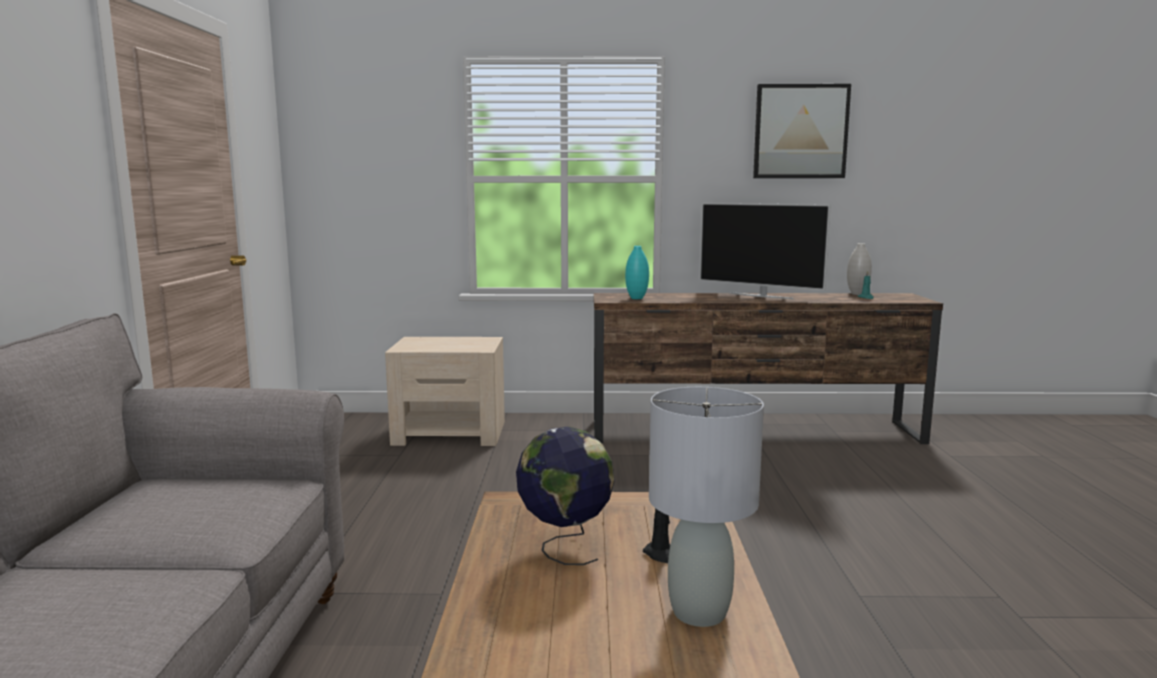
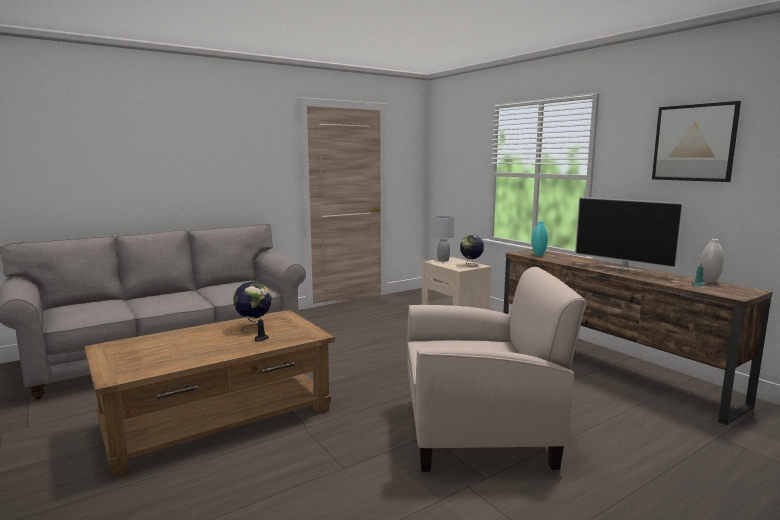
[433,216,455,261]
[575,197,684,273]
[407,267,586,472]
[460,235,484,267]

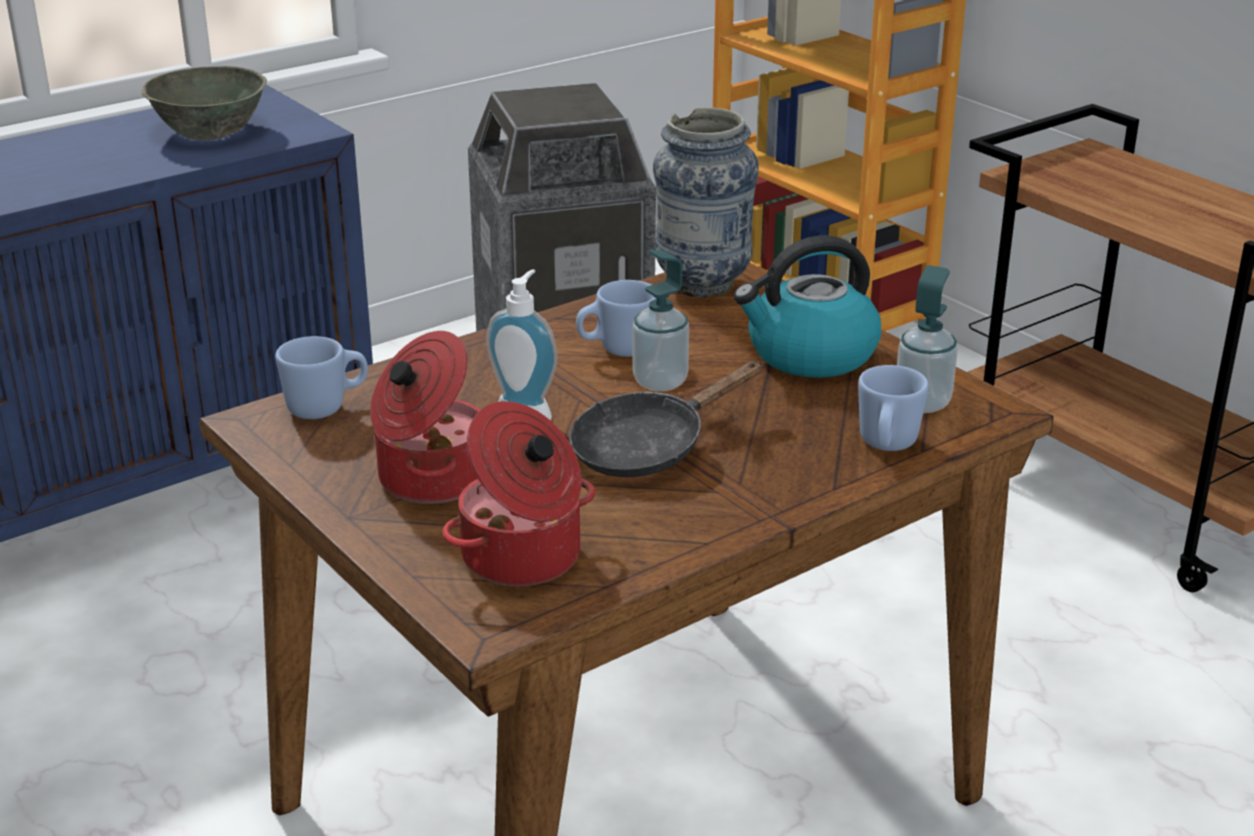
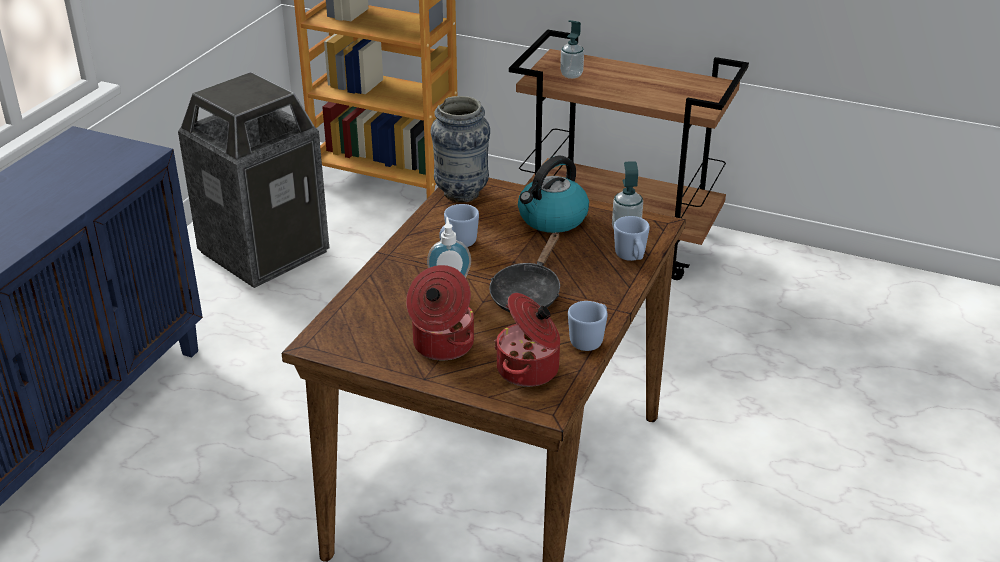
[142,66,267,140] (first image)
[568,301,608,351]
[560,20,584,79]

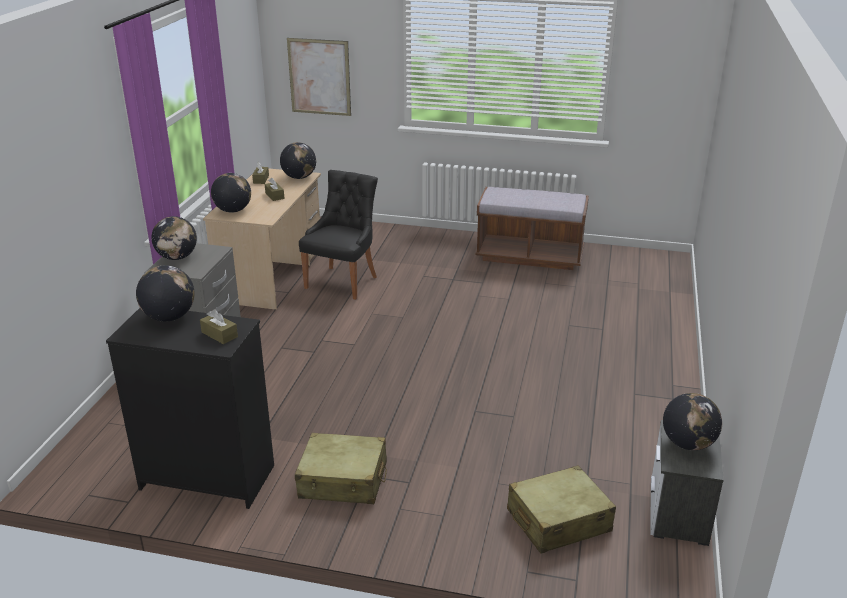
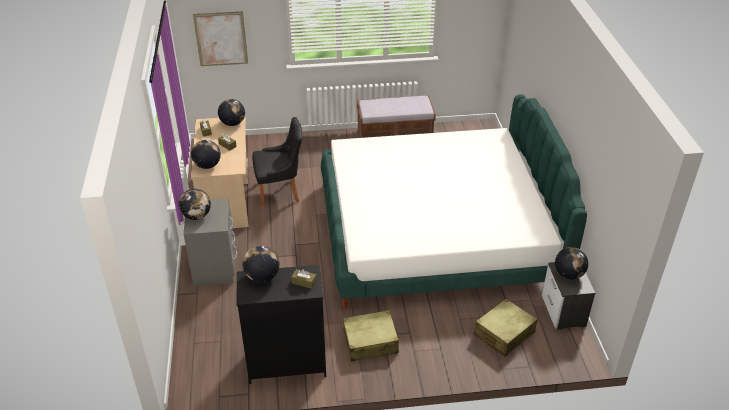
[252,117,302,208]
[321,94,587,309]

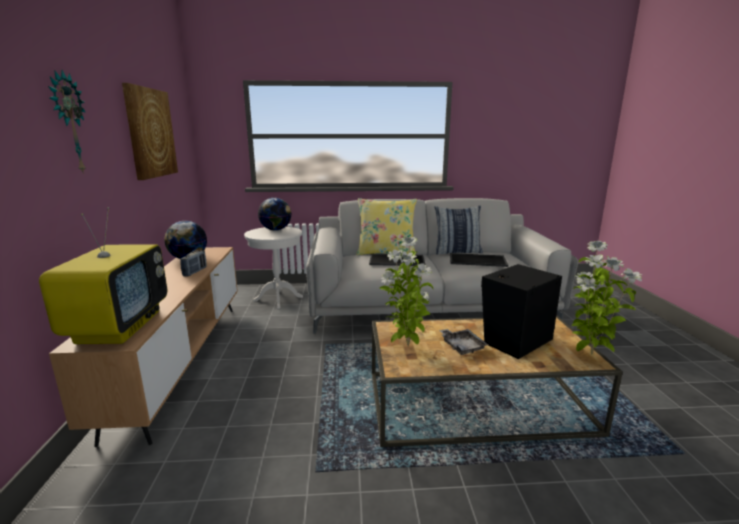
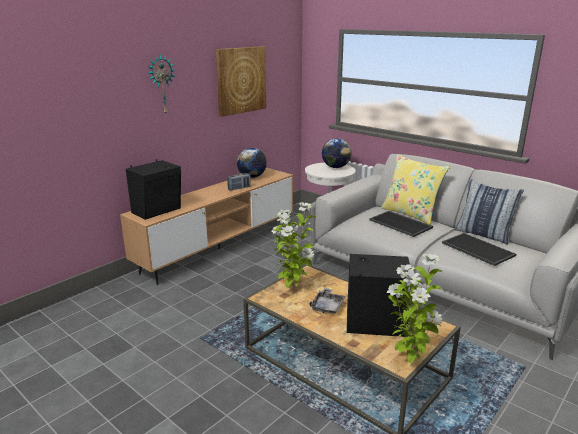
[126,159,181,220]

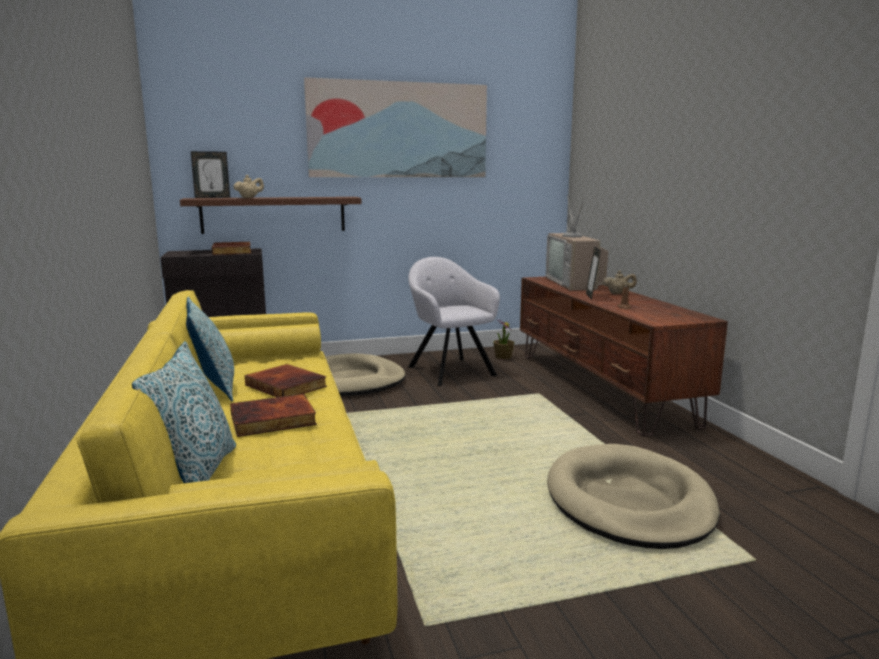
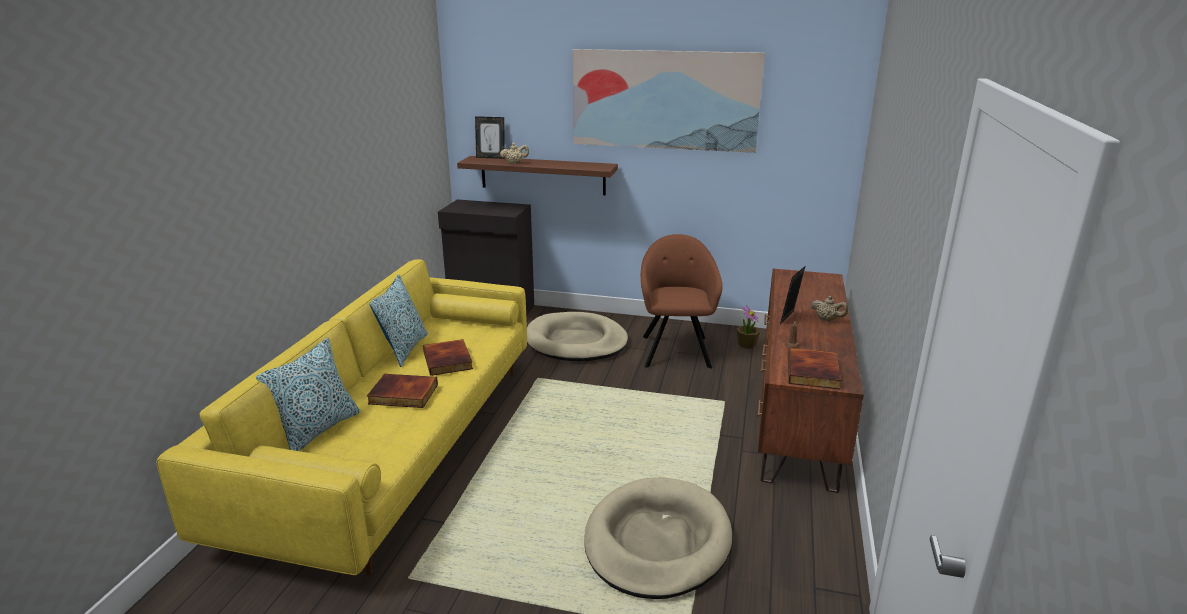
[788,348,841,389]
[641,234,723,369]
[546,195,608,291] (first image)

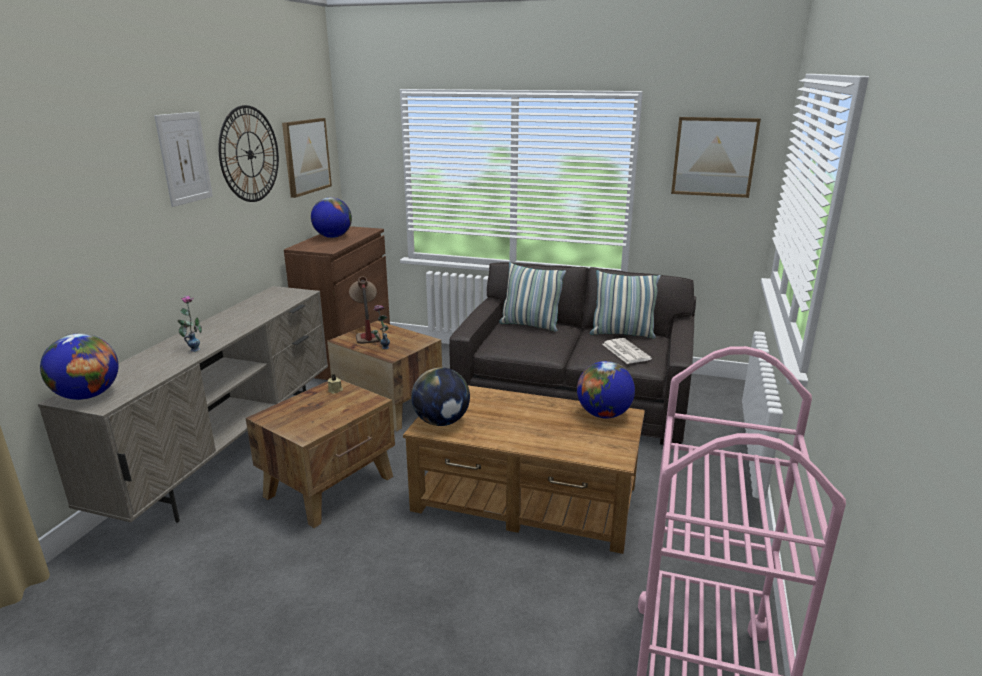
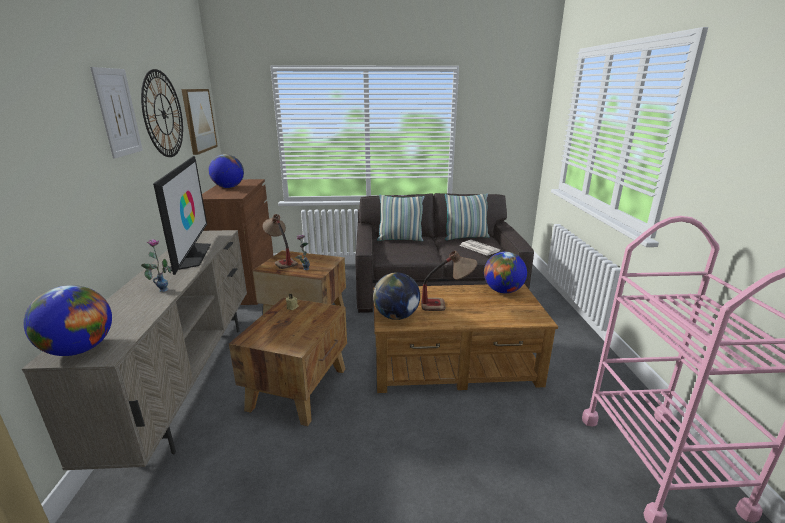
[671,117,761,198] (first image)
[153,156,211,275]
[421,251,477,311]

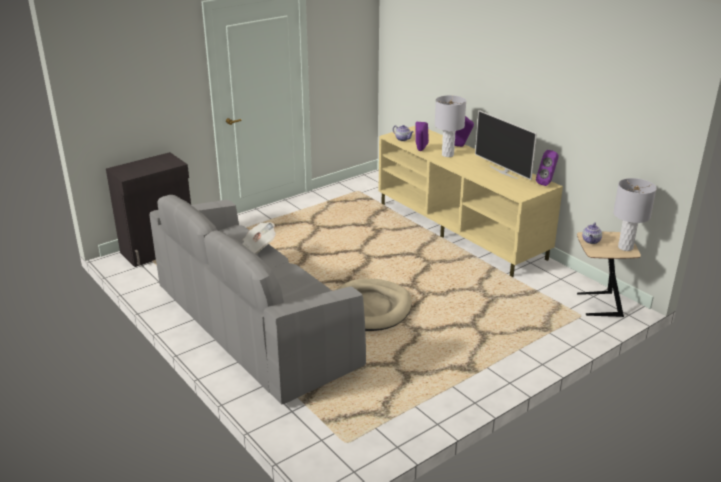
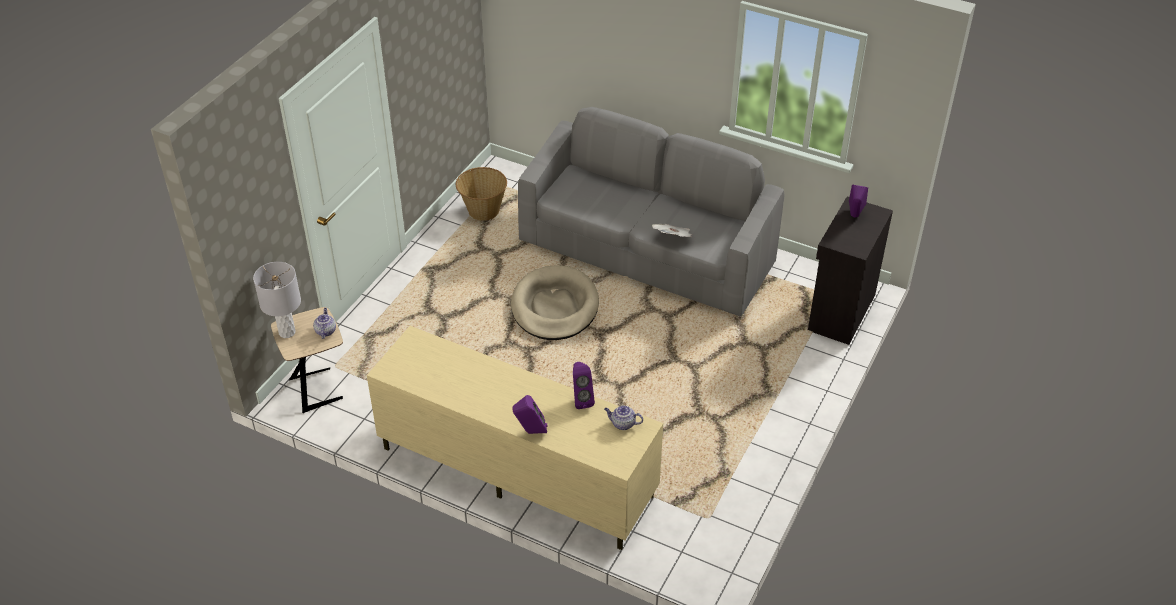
[435,95,466,157] (first image)
[475,110,537,180] (first image)
[849,185,868,218]
[456,167,507,221]

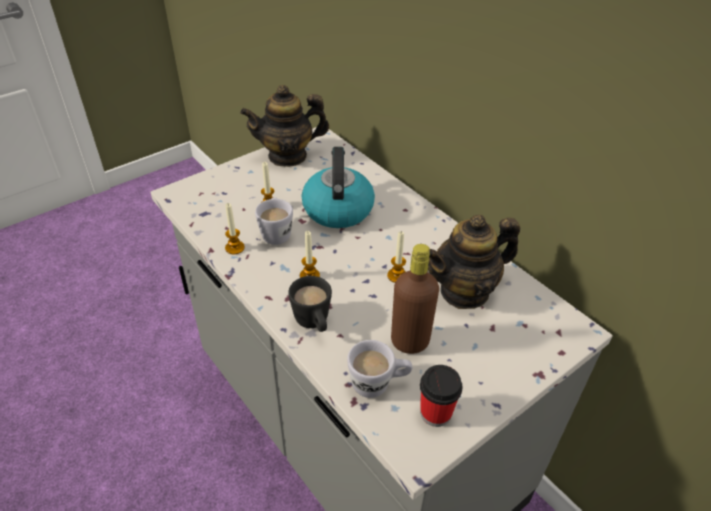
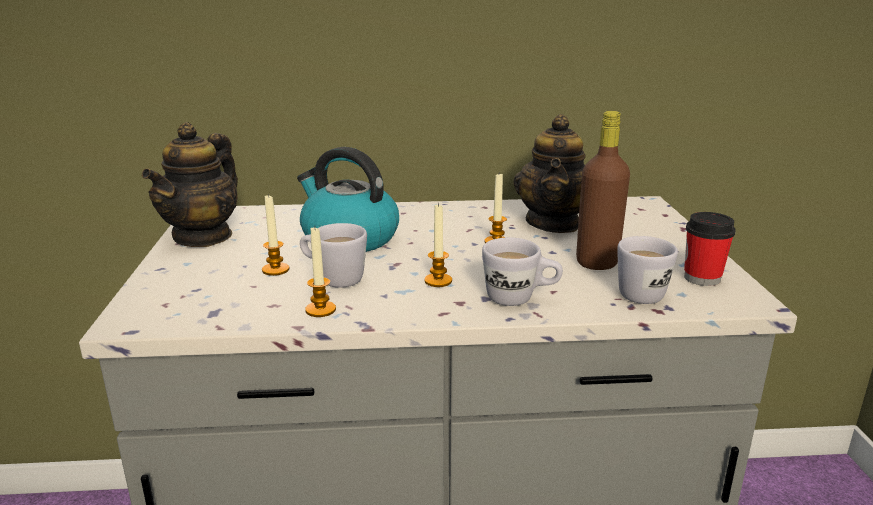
[482,237,563,306]

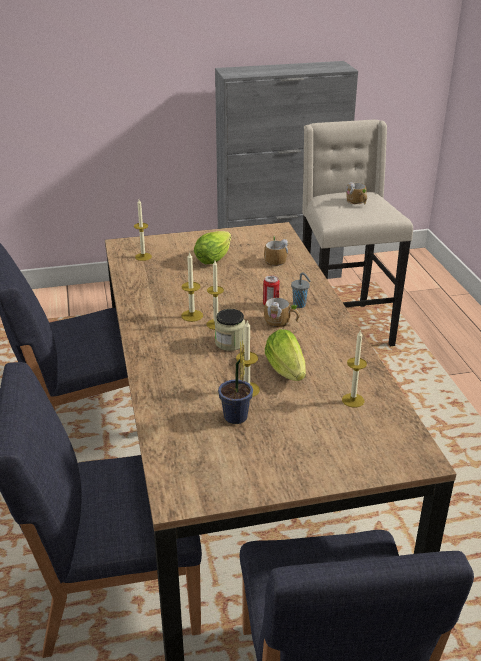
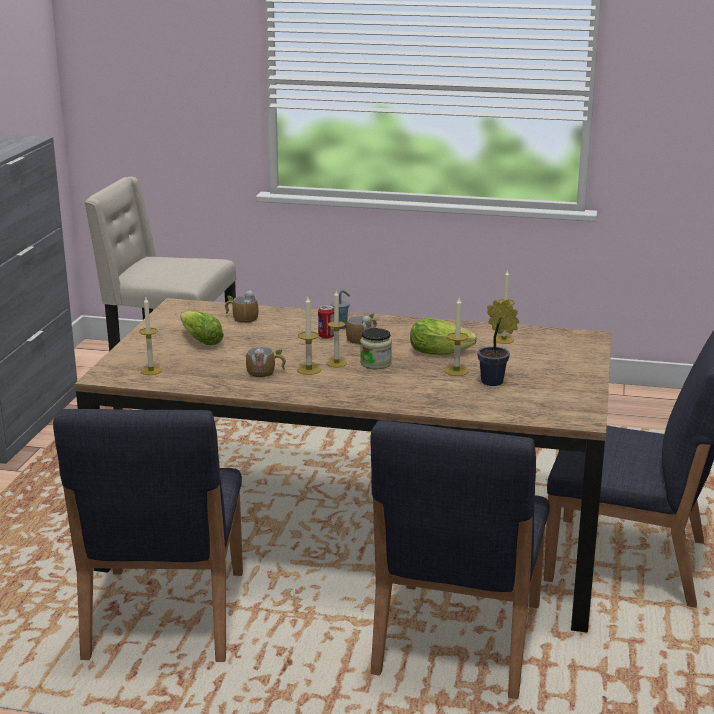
[246,347,286,378]

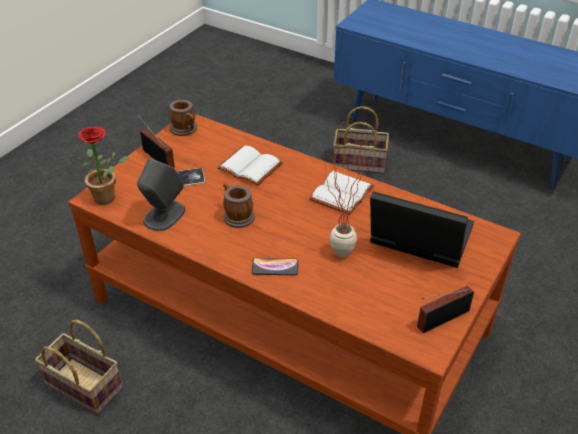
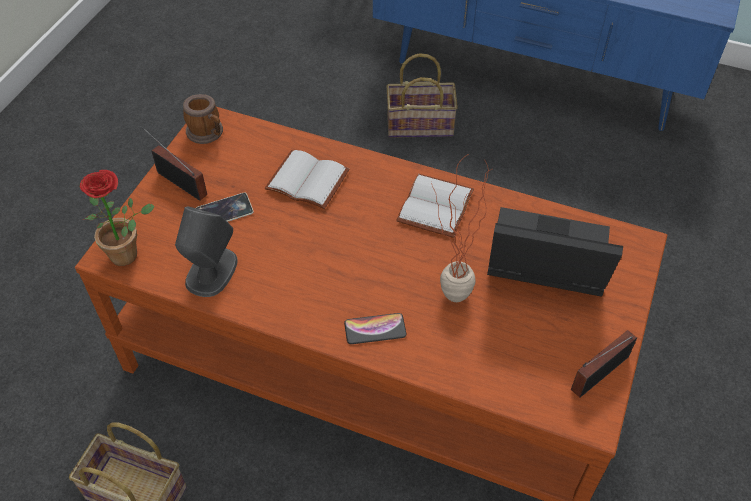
[223,183,255,228] (first image)

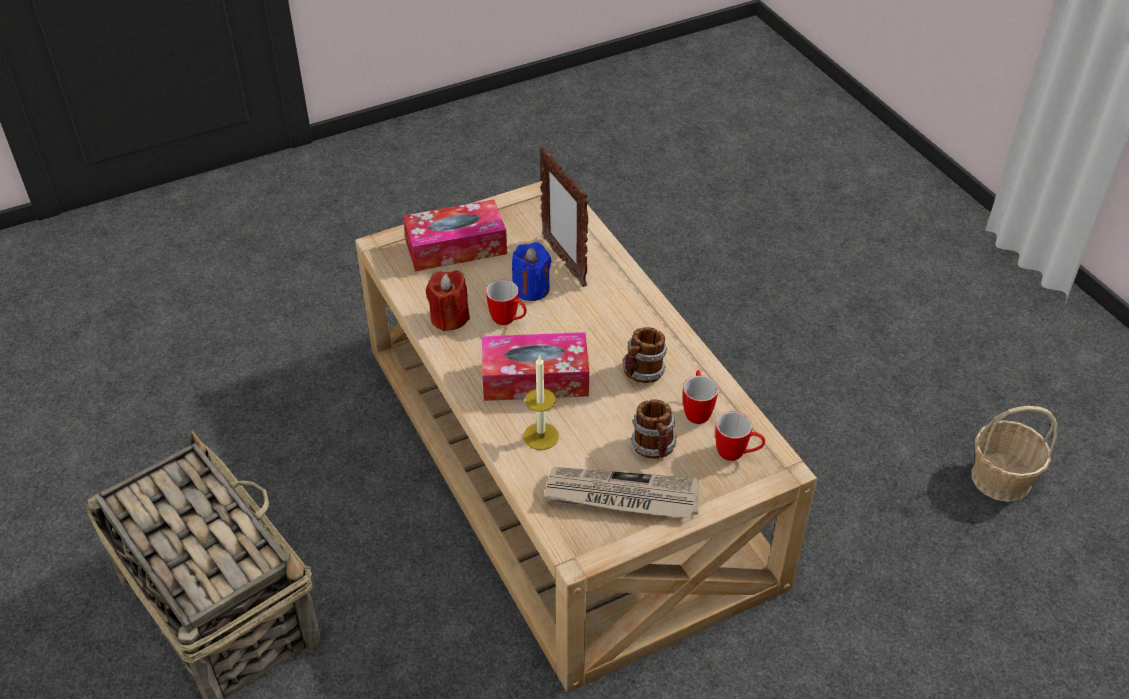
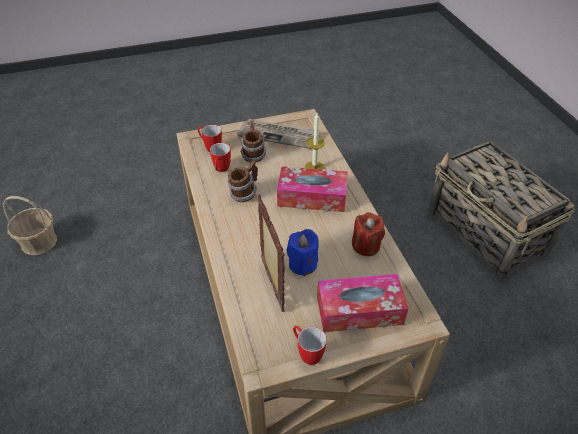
[293,326,327,365]

